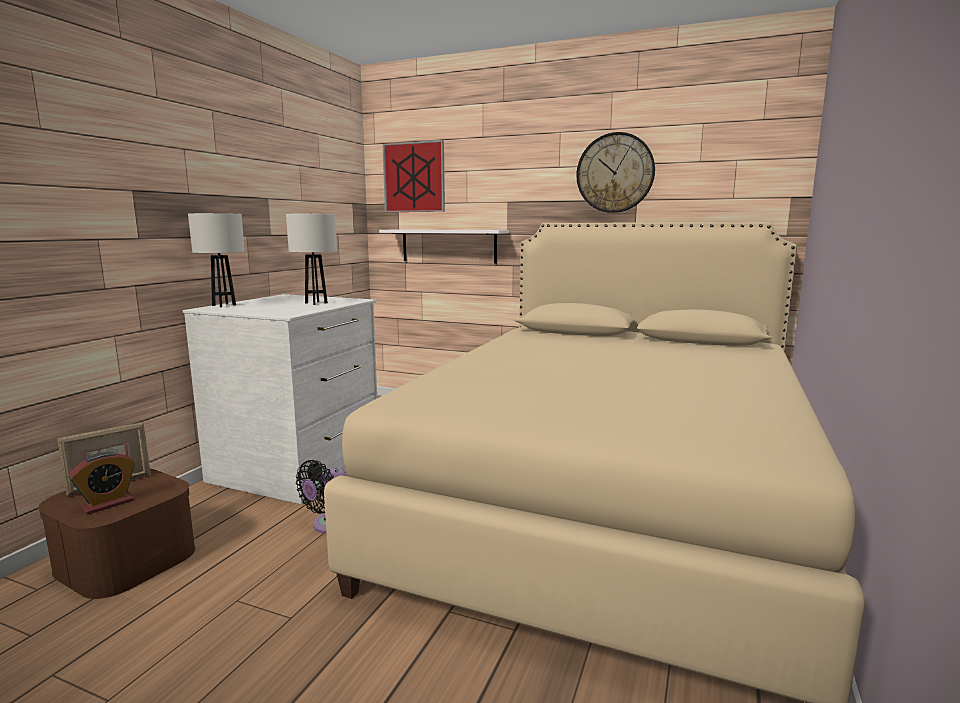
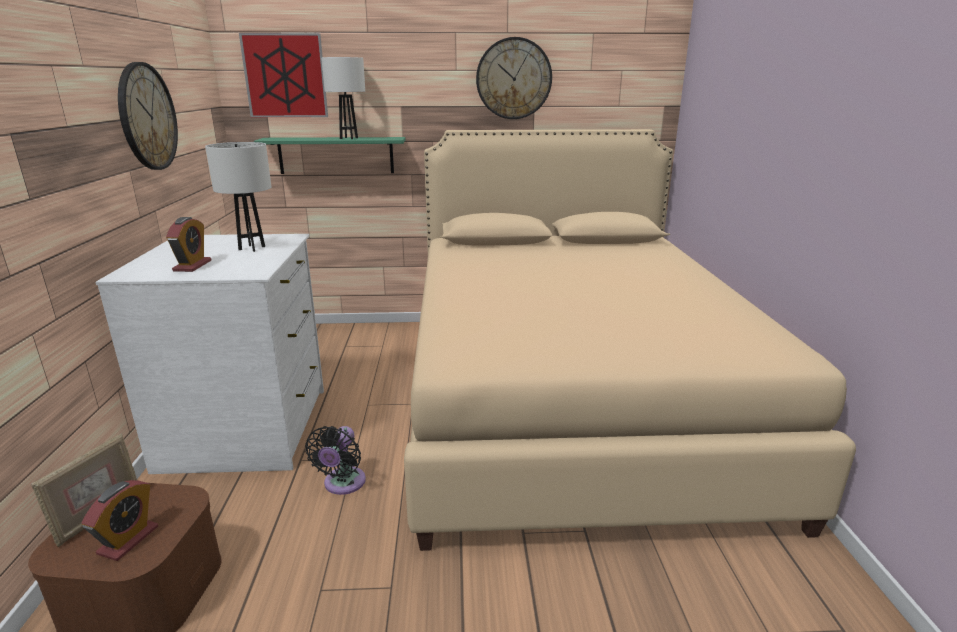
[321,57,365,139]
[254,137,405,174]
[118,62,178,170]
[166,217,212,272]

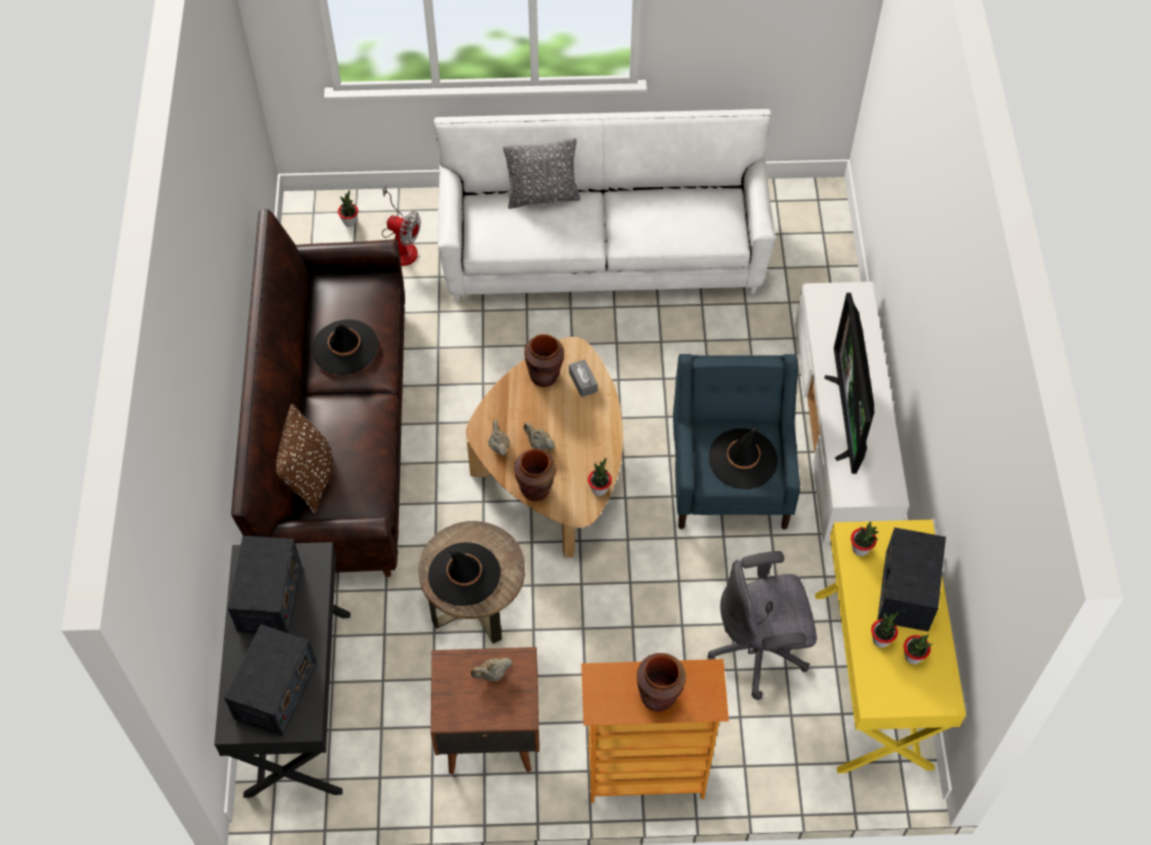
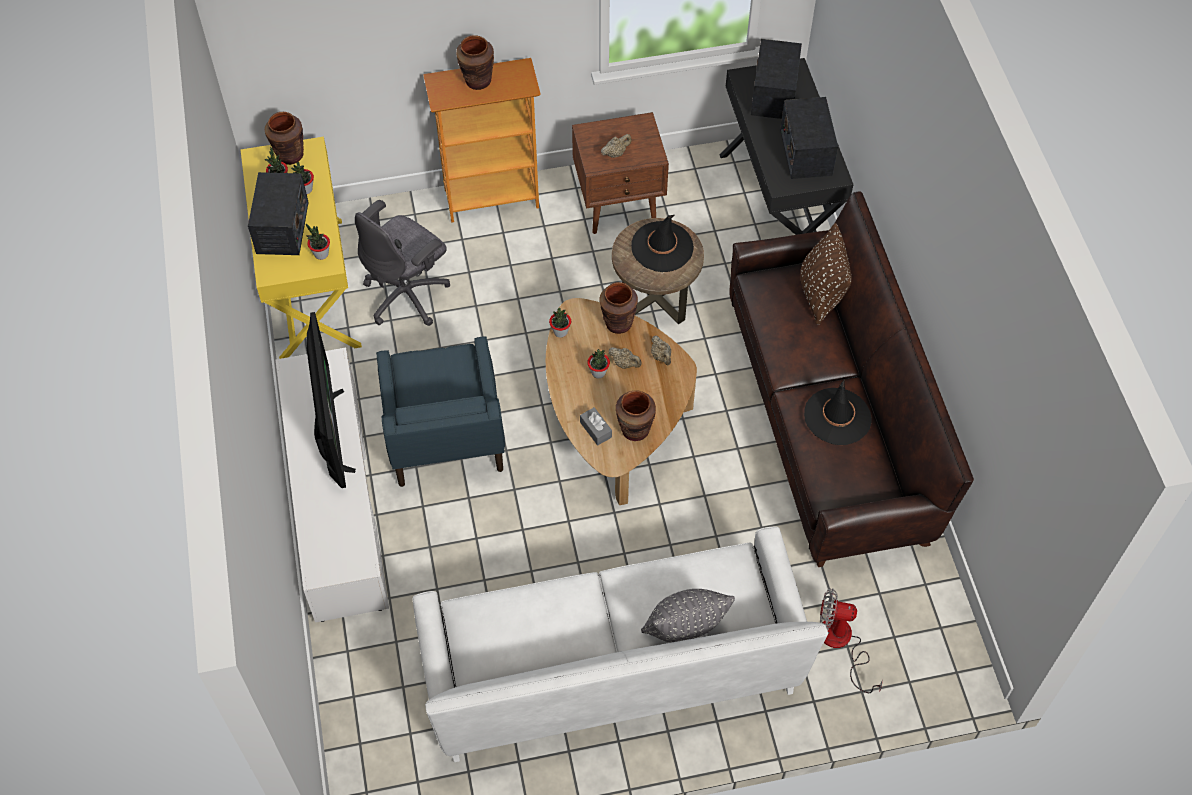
[587,349,610,378]
[355,200,450,326]
[709,428,778,489] (first image)
[265,112,304,165]

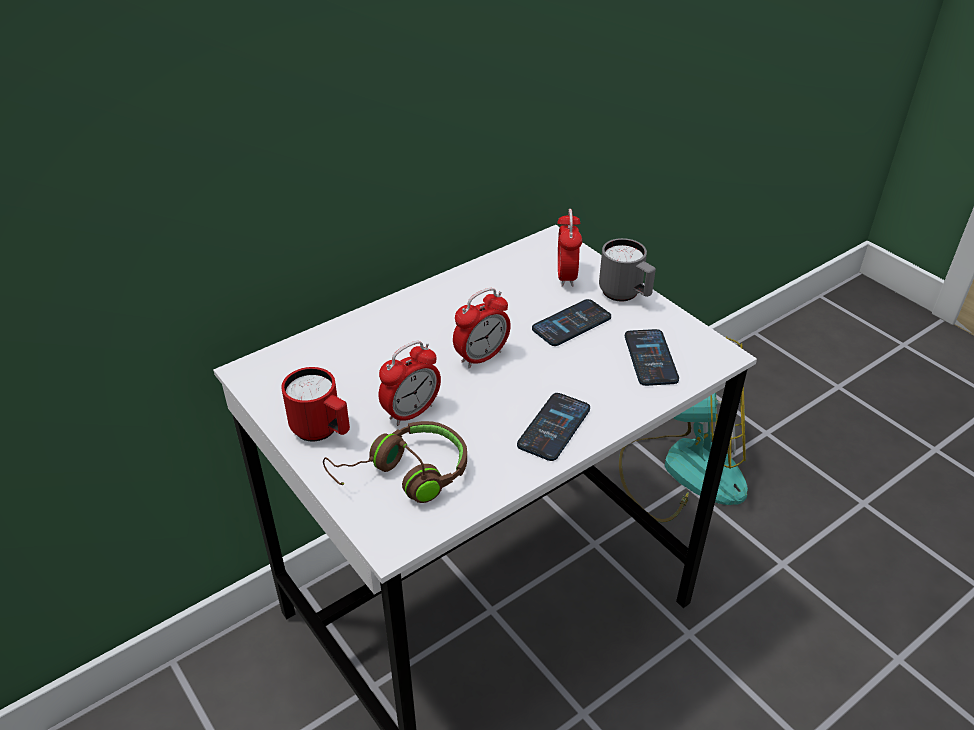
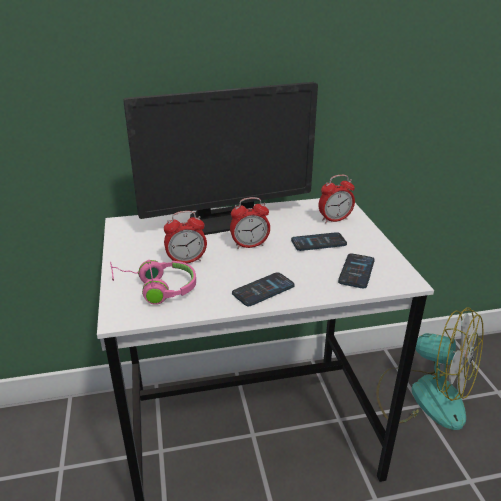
[281,367,350,442] (first image)
[110,260,196,305]
[318,175,355,223]
[599,238,656,301] (first image)
[123,82,318,235]

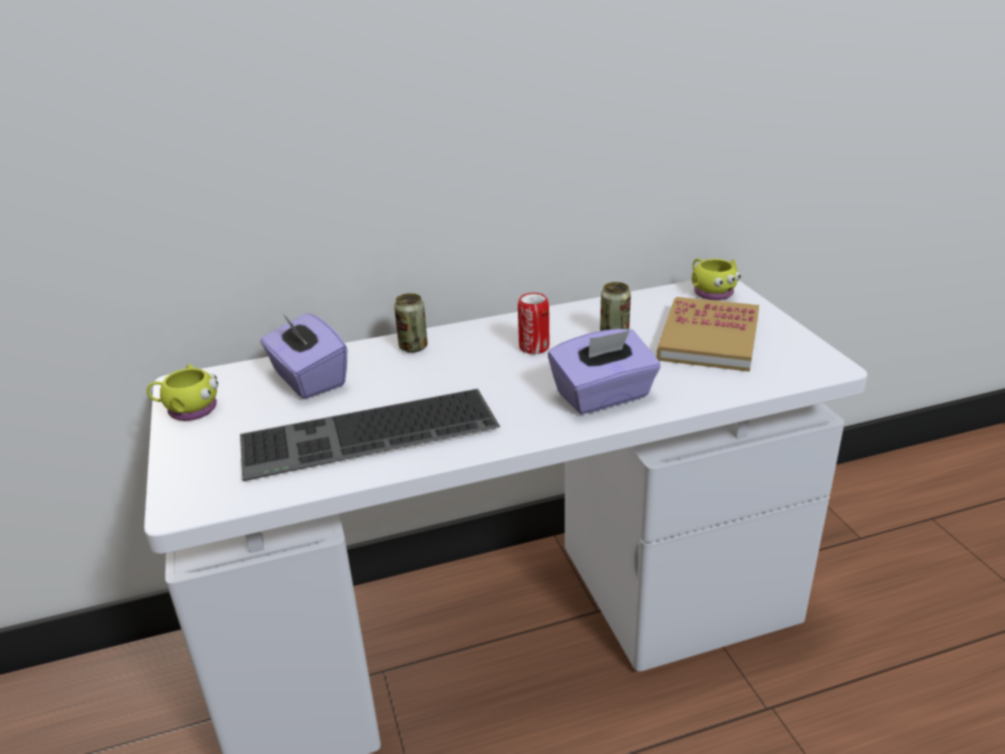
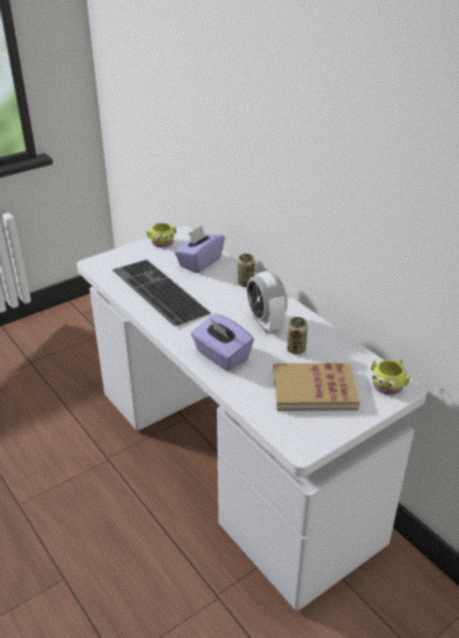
[247,271,287,333]

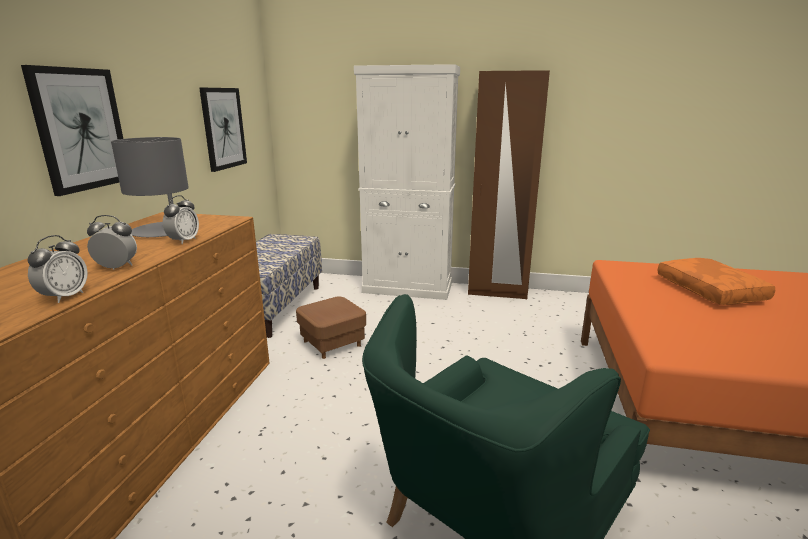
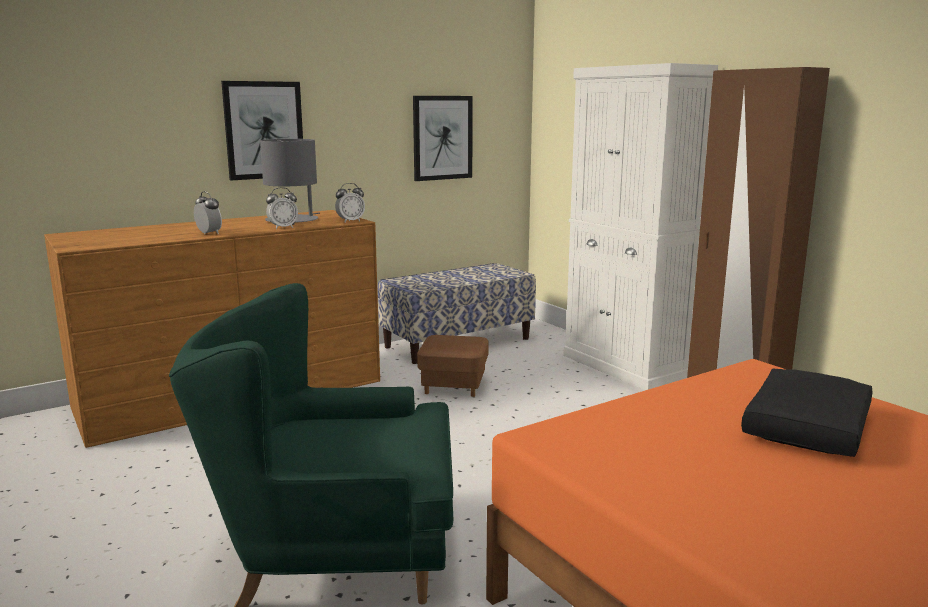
[335,183,365,223]
[741,369,873,457]

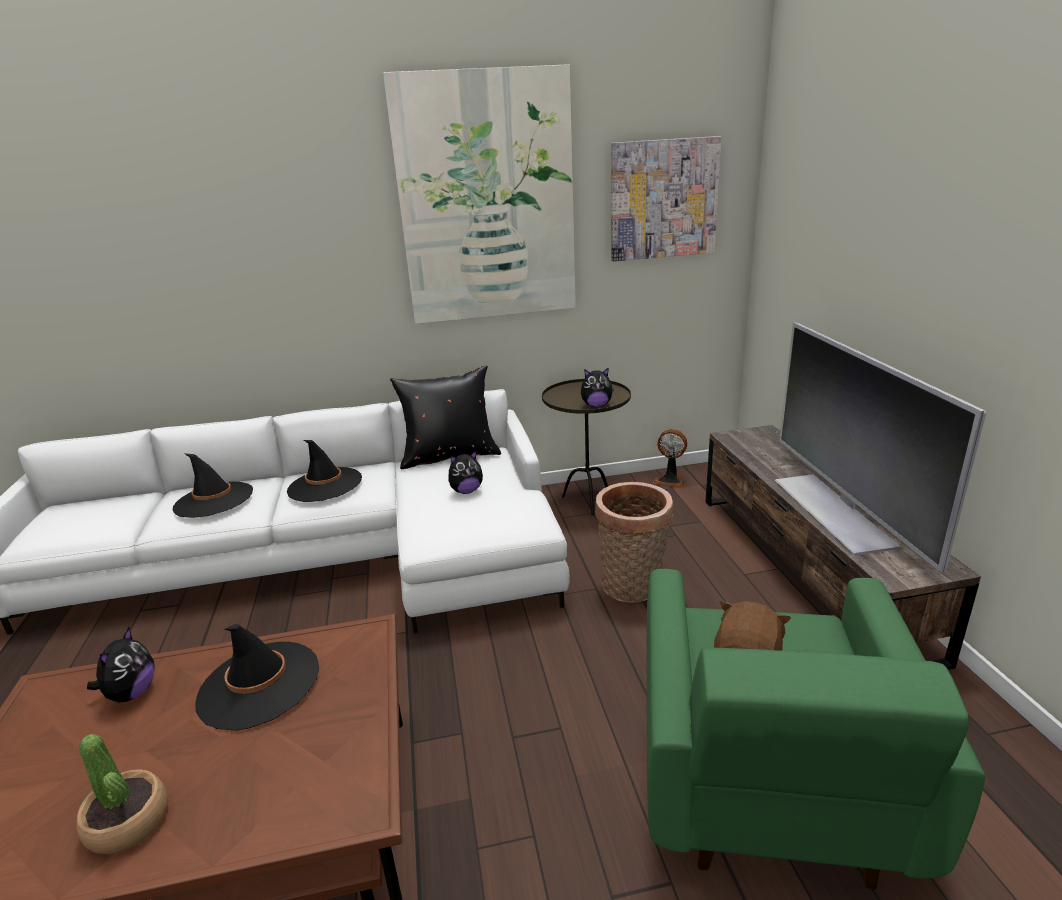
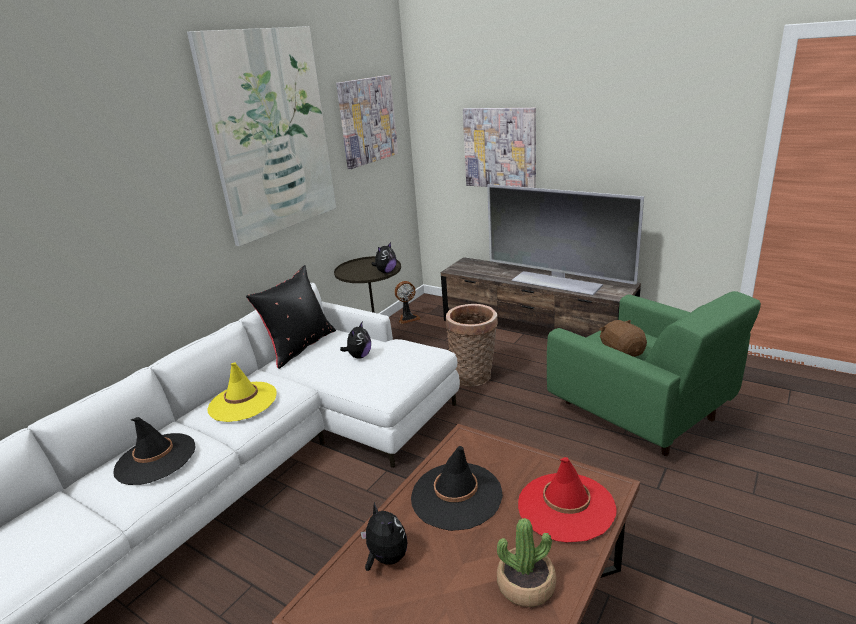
[208,362,277,422]
[463,108,536,188]
[518,457,617,542]

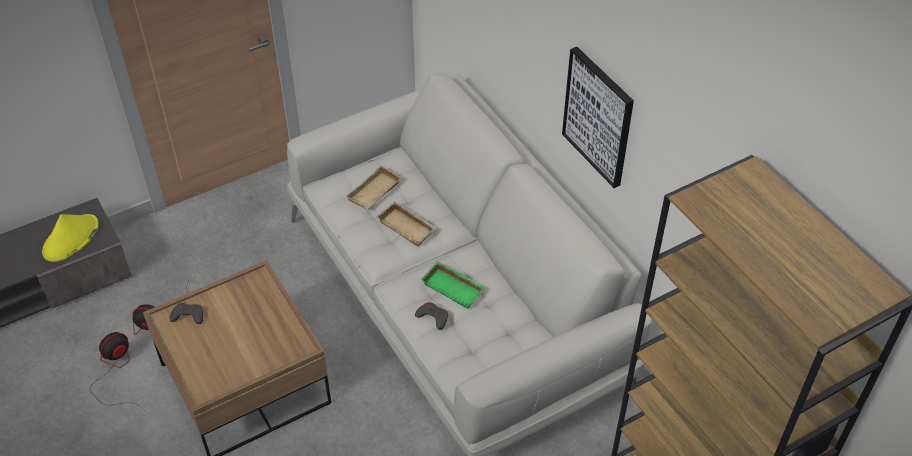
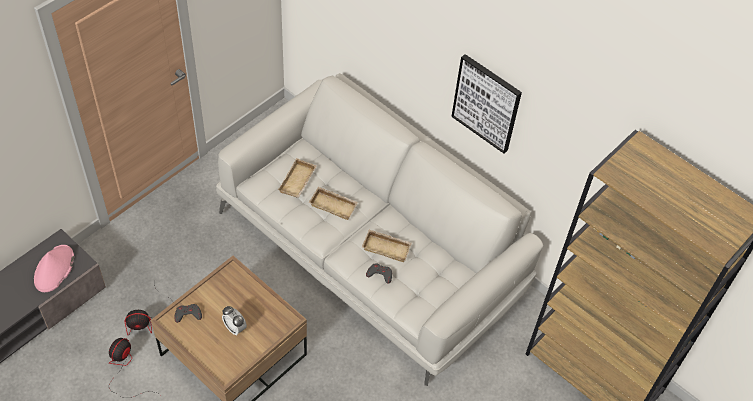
[34,245,74,292]
[362,229,412,262]
[222,306,247,336]

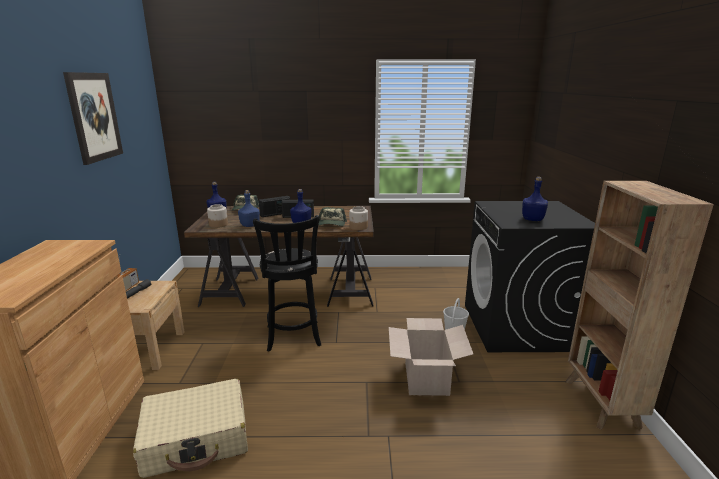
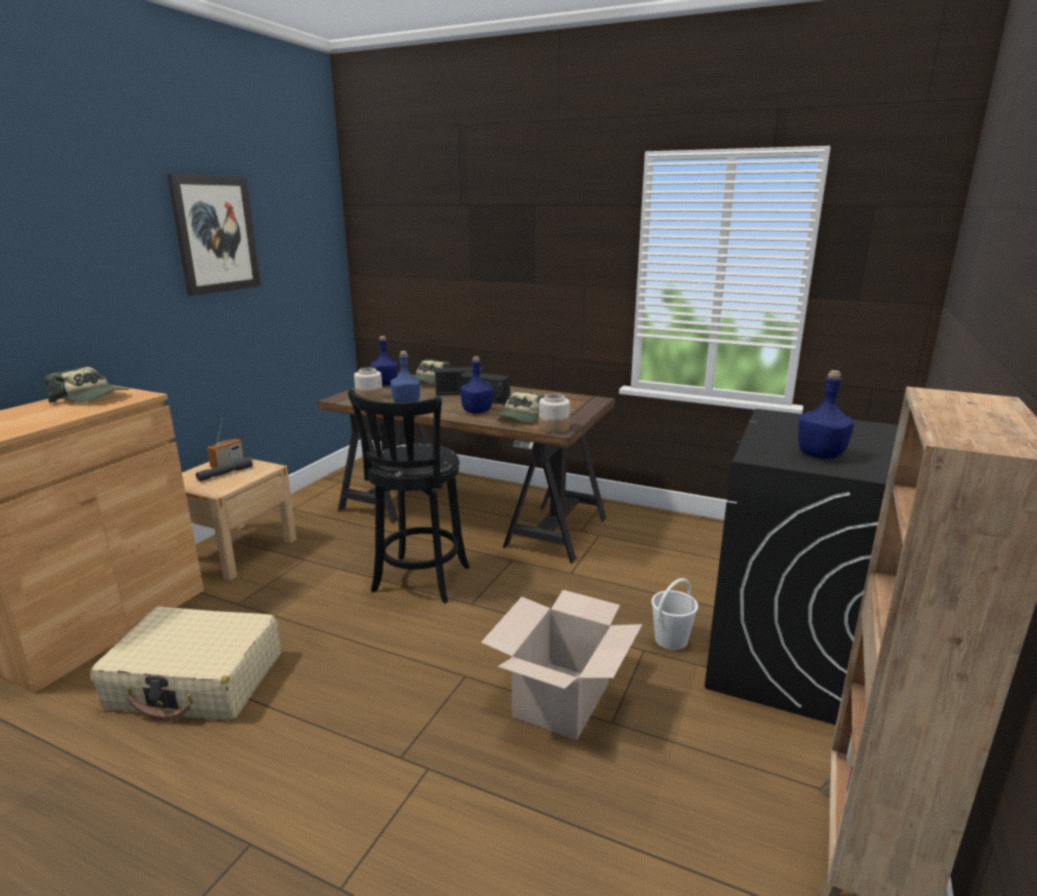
[45,367,130,403]

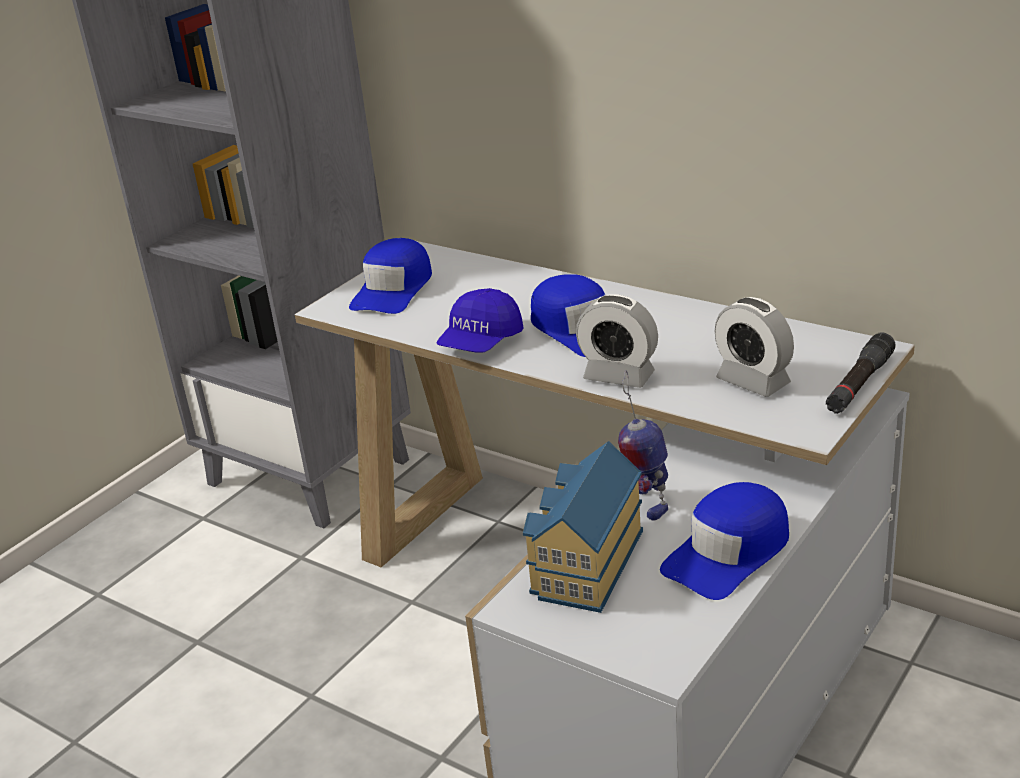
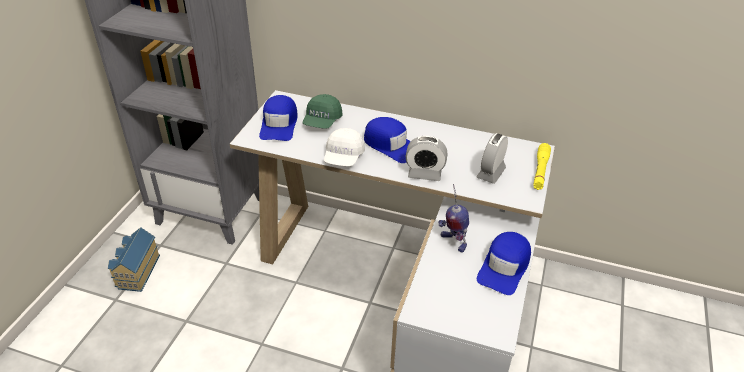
[324,128,365,166]
[108,227,160,292]
[476,133,508,184]
[533,143,551,190]
[303,94,342,129]

